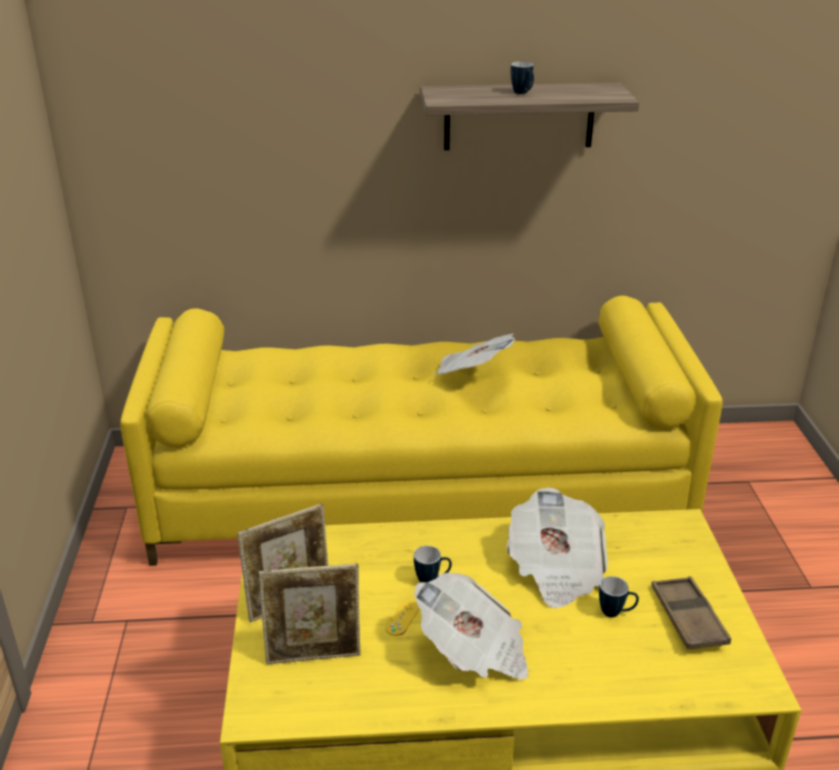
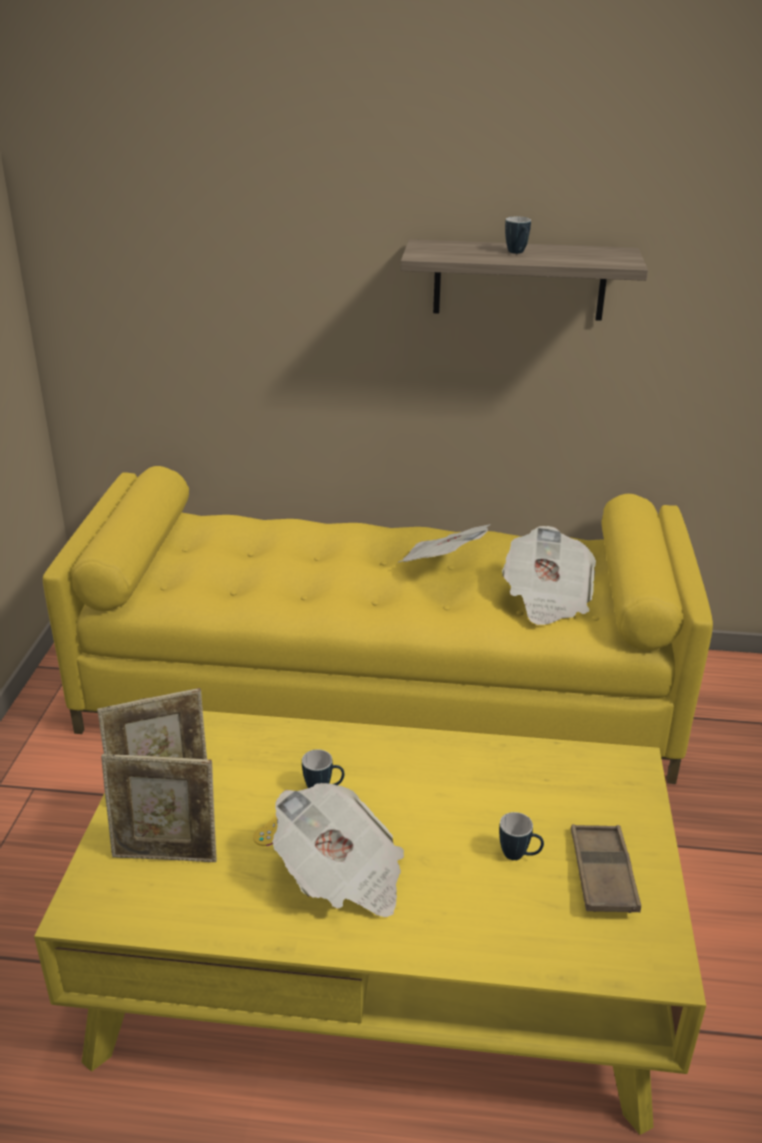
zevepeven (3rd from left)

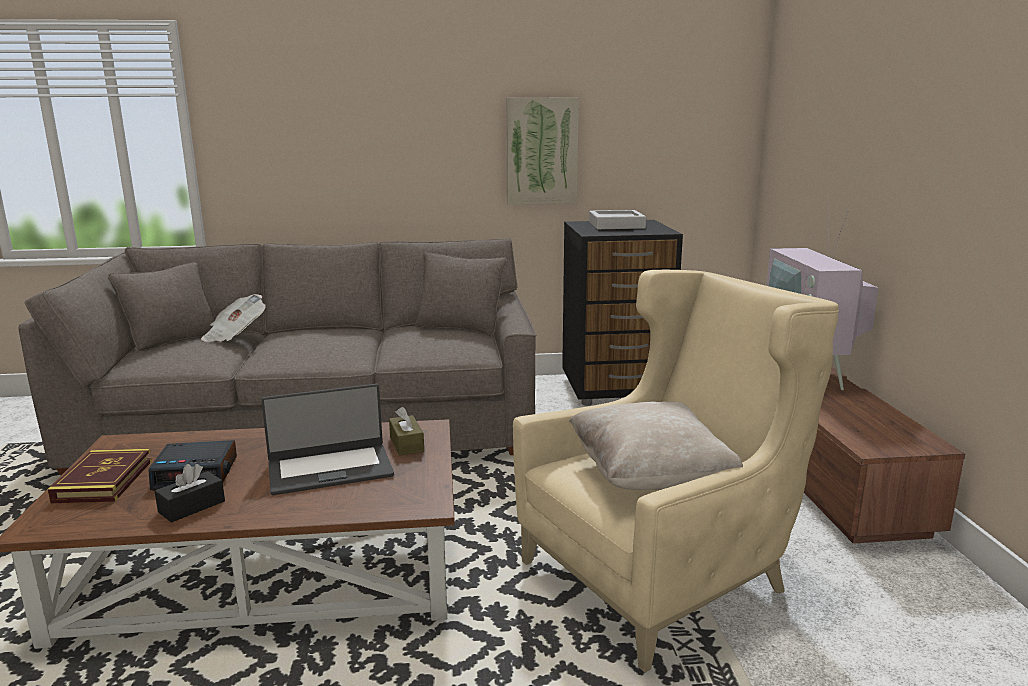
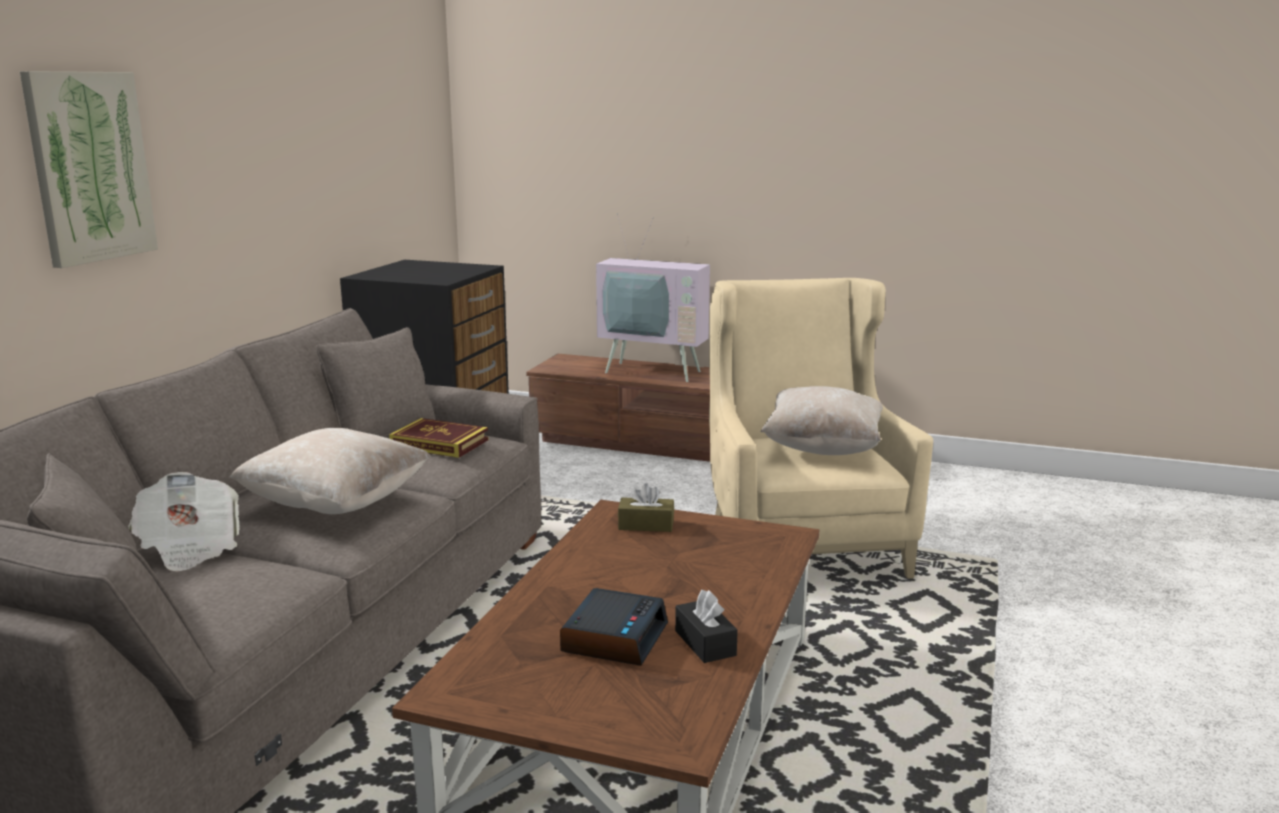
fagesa; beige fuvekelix (1st from left); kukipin; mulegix; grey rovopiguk

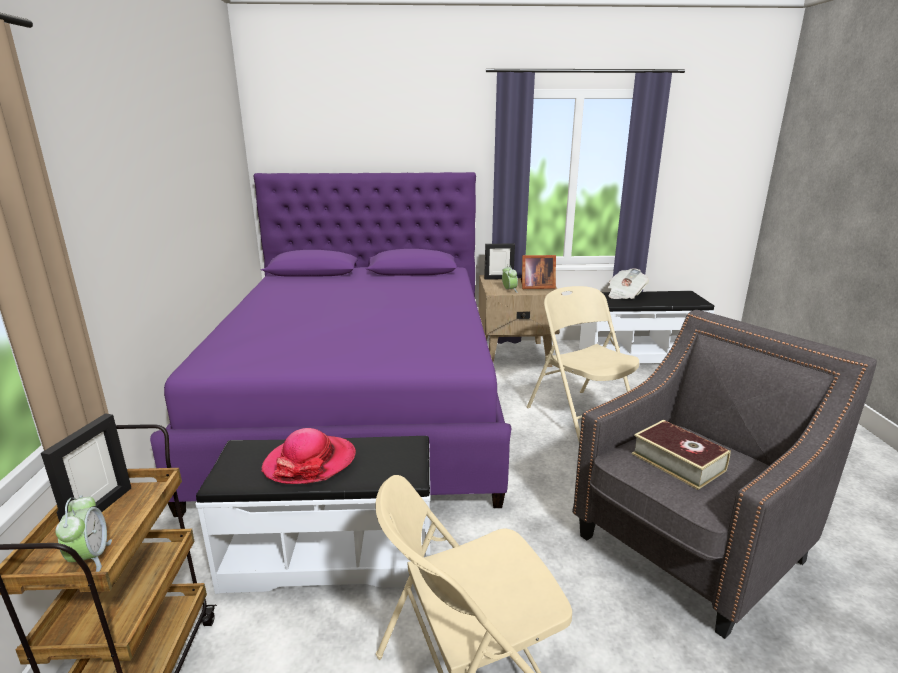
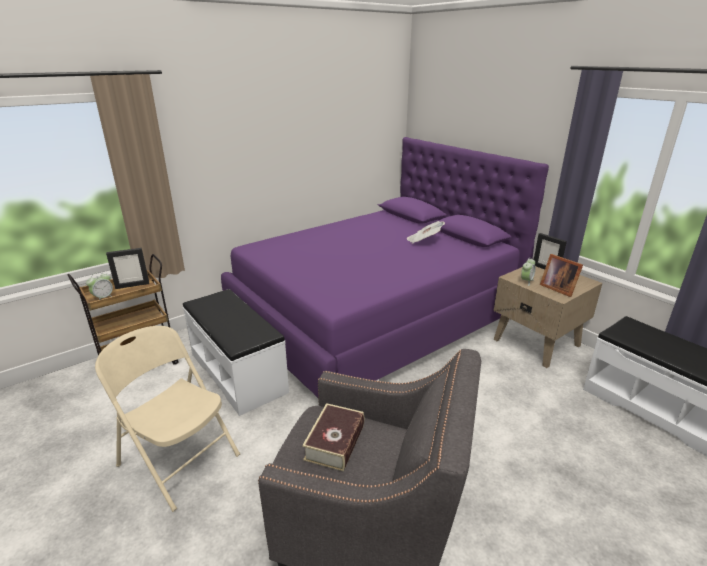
zevepeven; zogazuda; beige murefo (2nd from left in the first image)

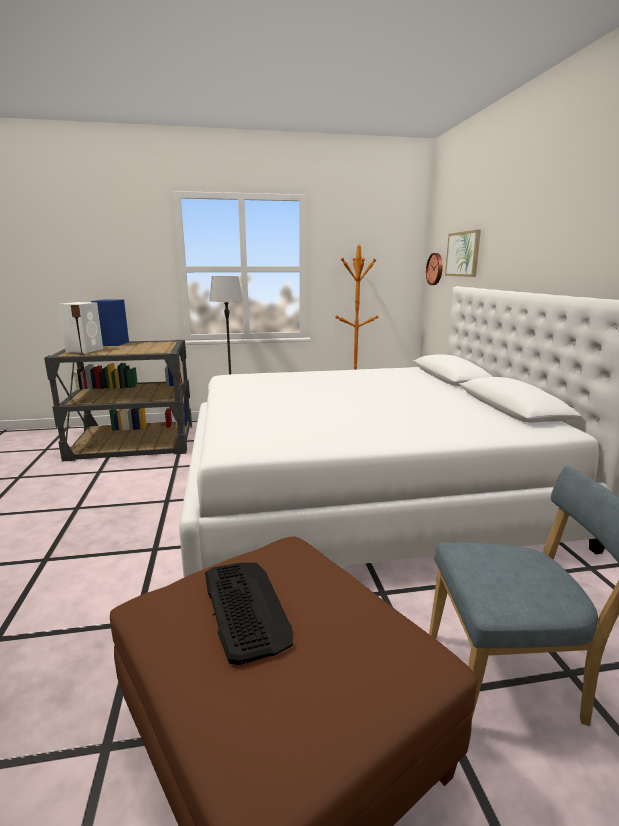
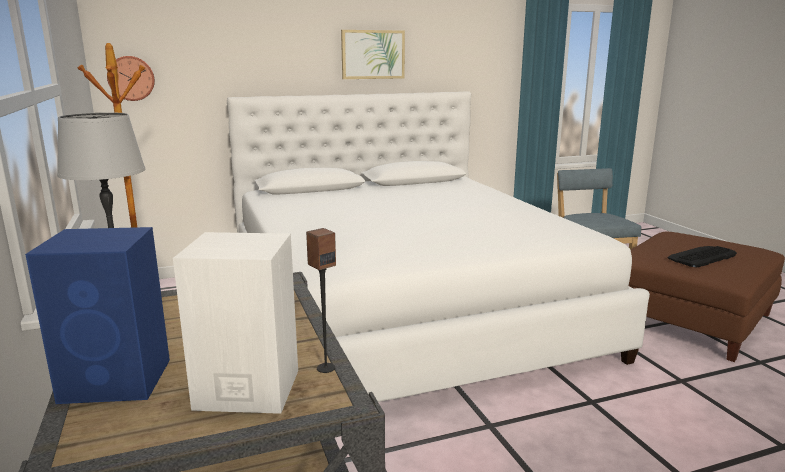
fagesa

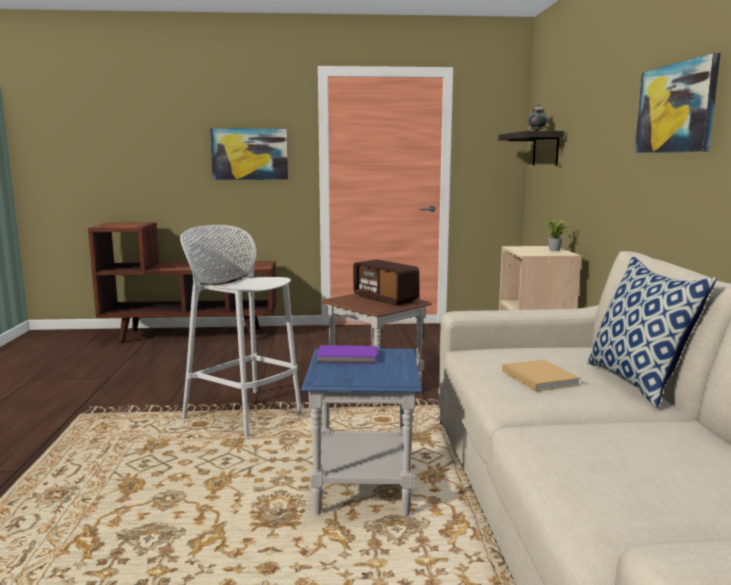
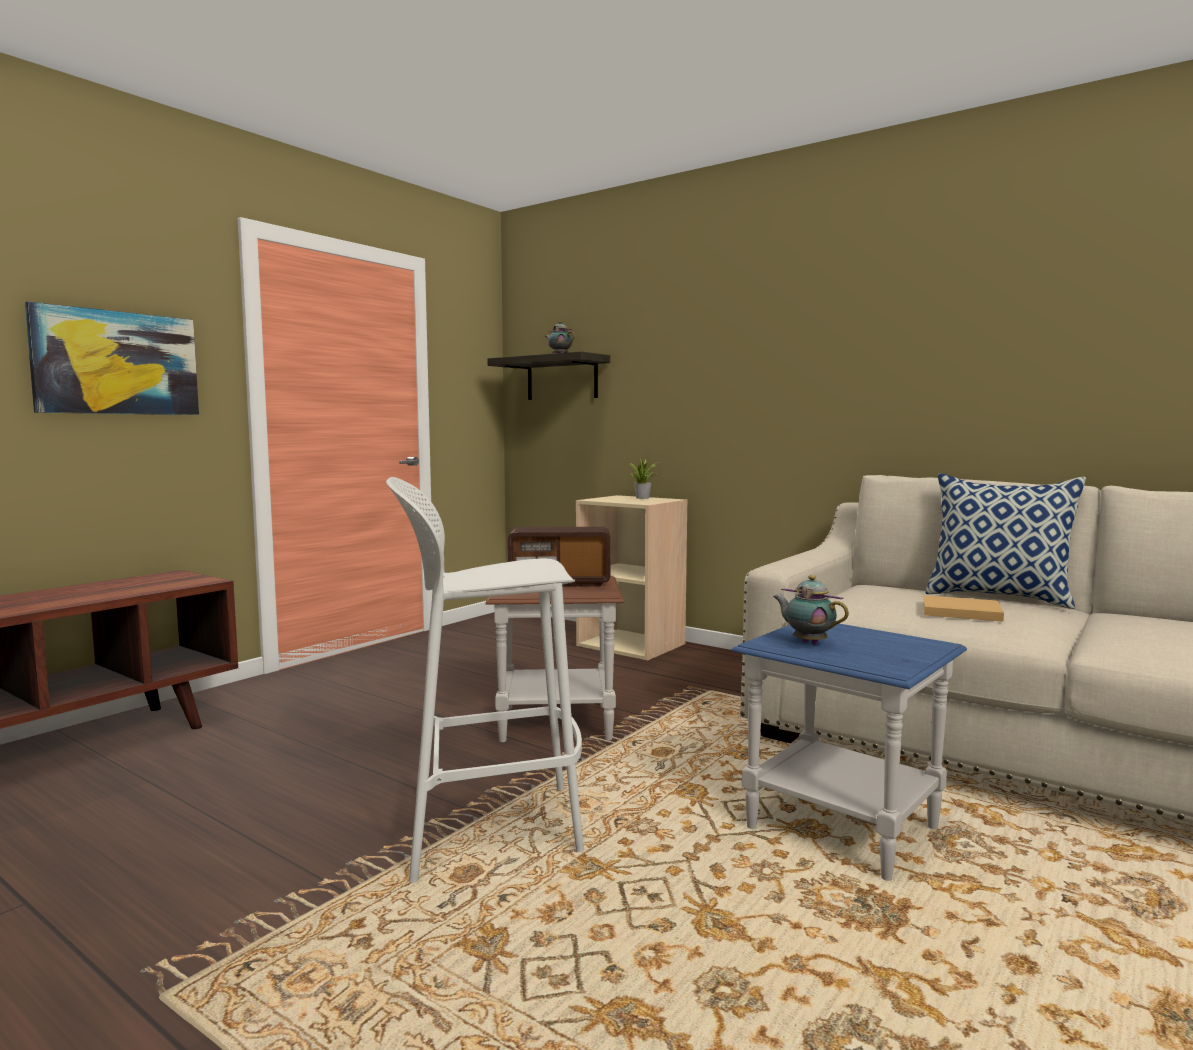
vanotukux (2nd from left); fagesa (2nd from left in the first image)

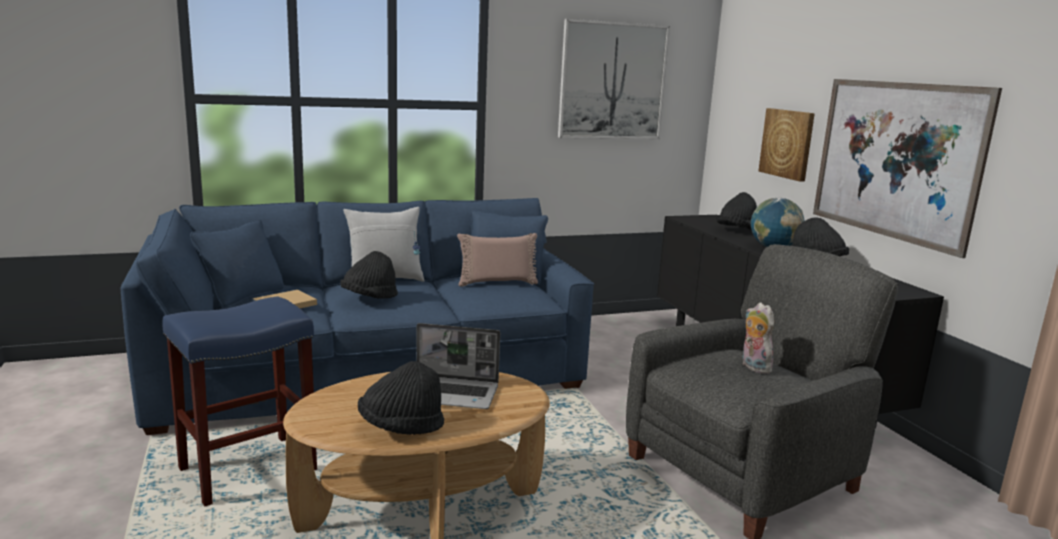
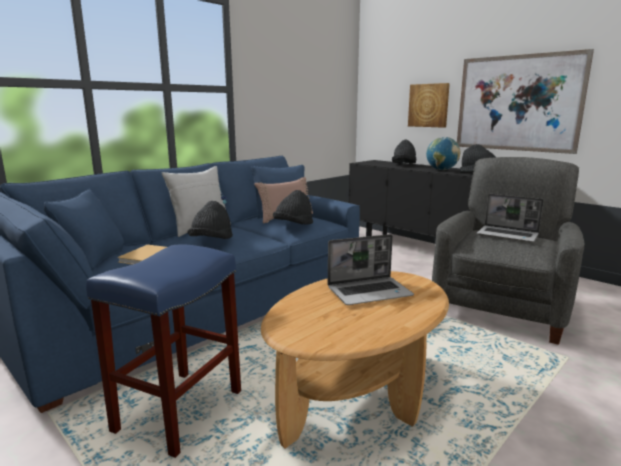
black zogazuda (2nd from left); mulegix (2nd from left); fagesa (1st from left in the first image)

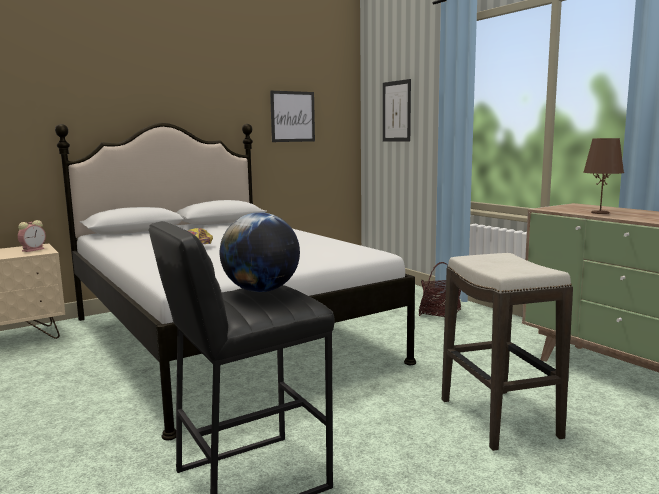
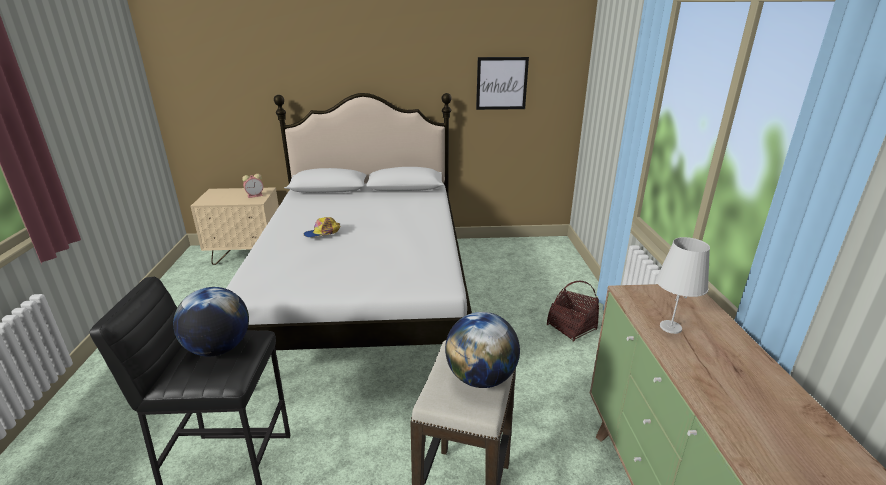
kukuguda (2nd from left); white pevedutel; fagesa (2nd from left in the first image)

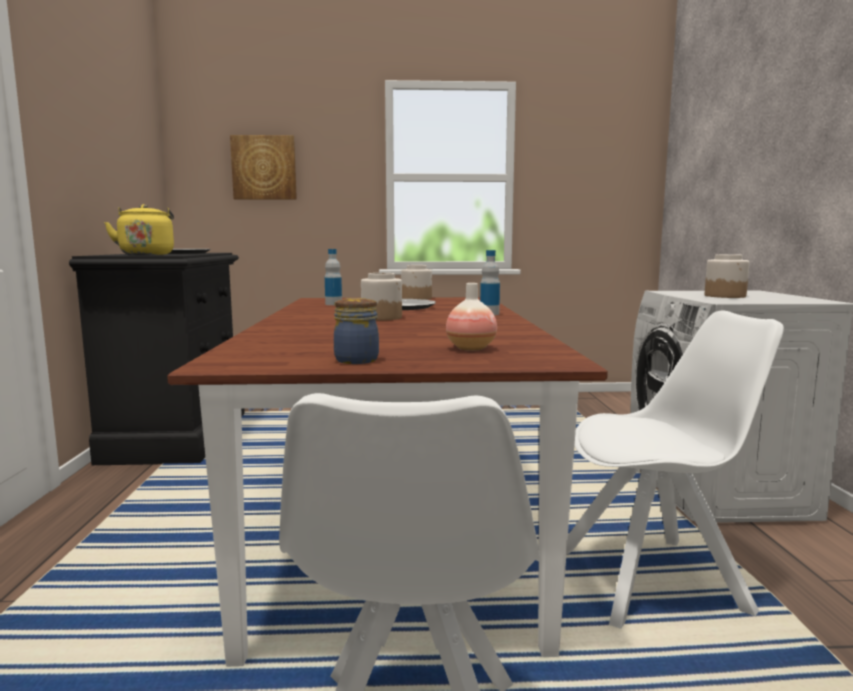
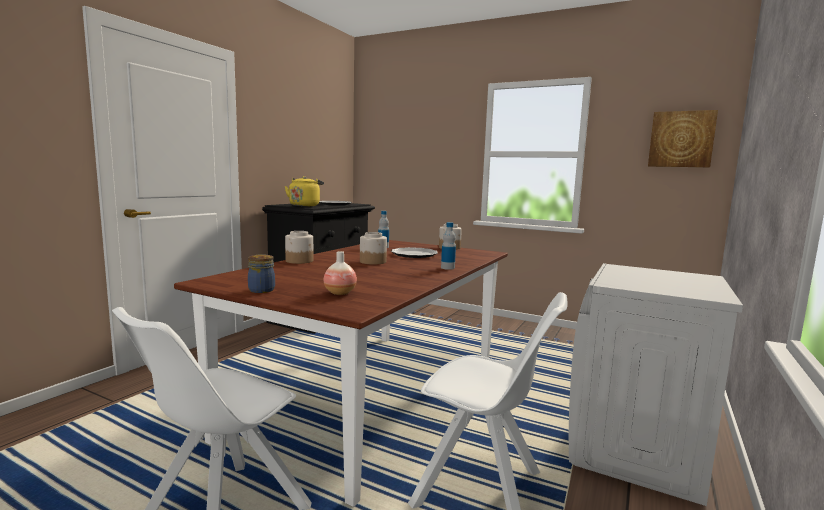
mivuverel (2nd from left); fagesa

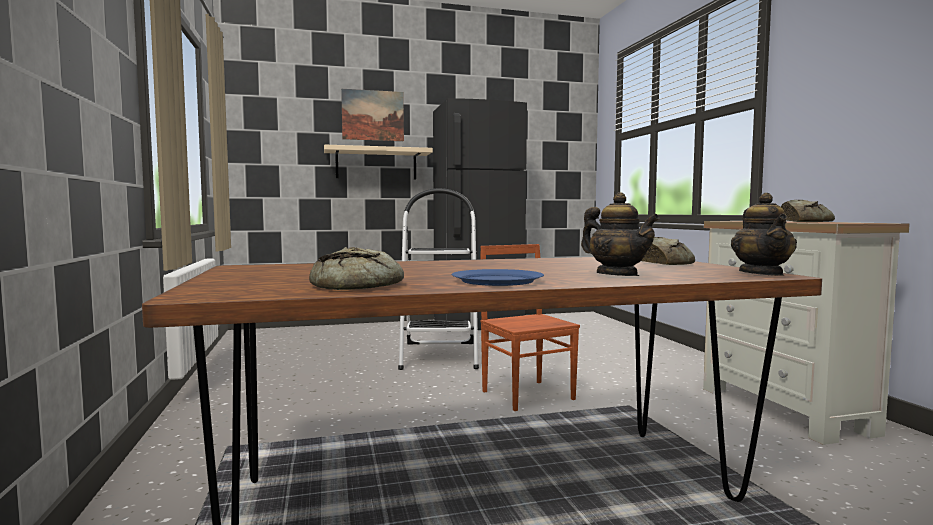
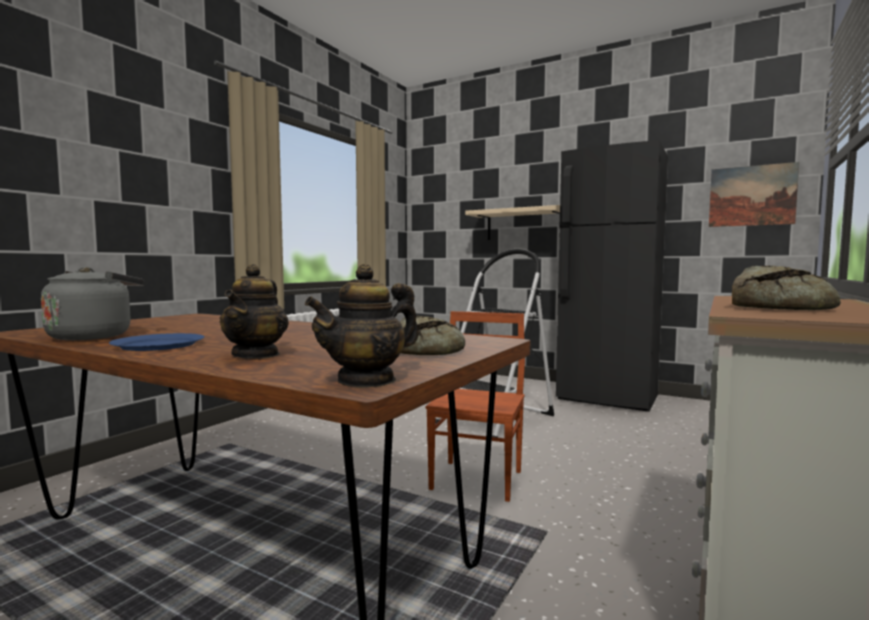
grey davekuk; fagesa

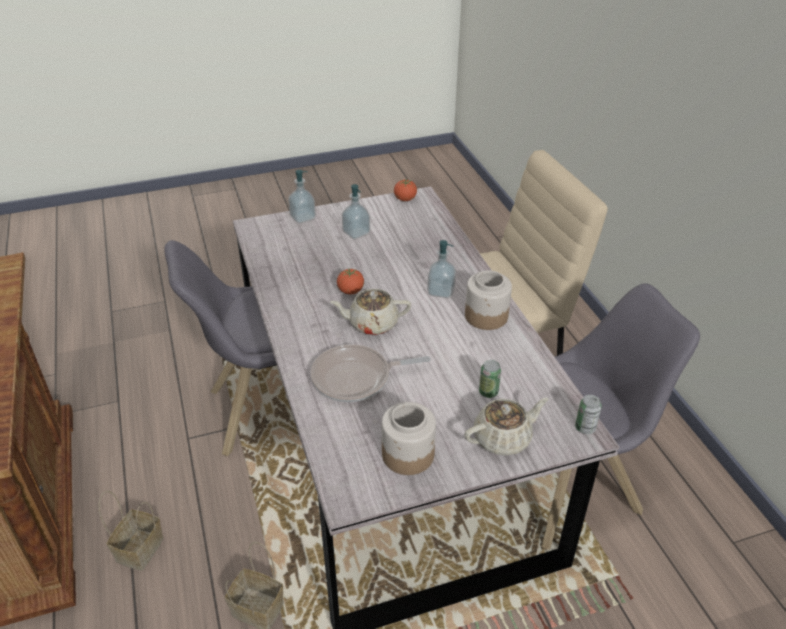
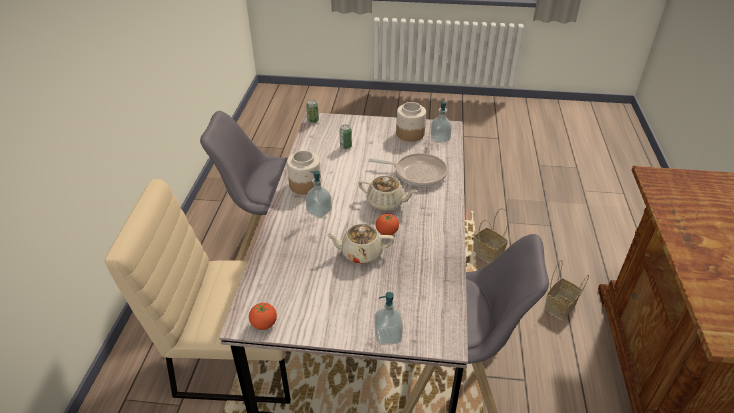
beige vanotukux (1st from left); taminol (3rd from left)

